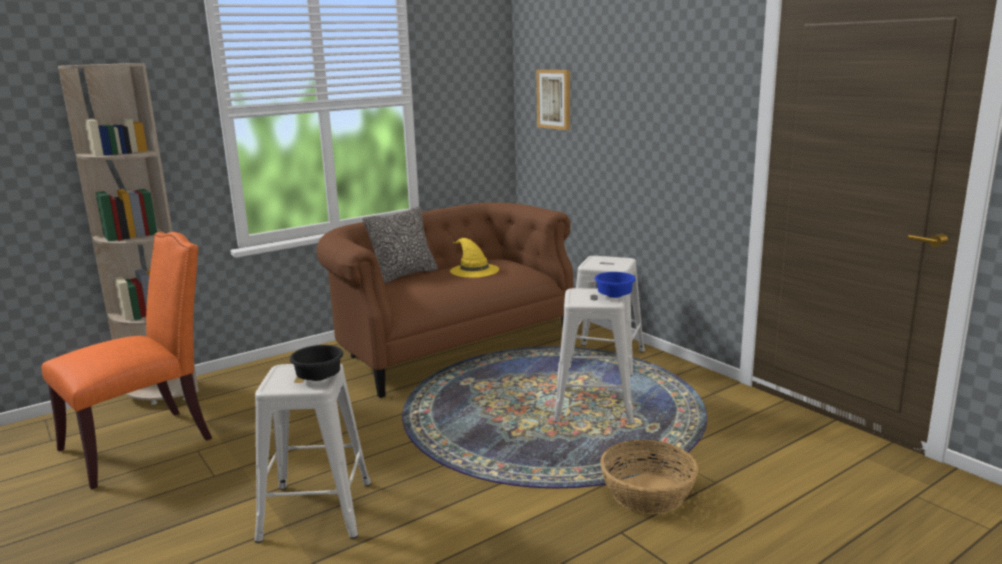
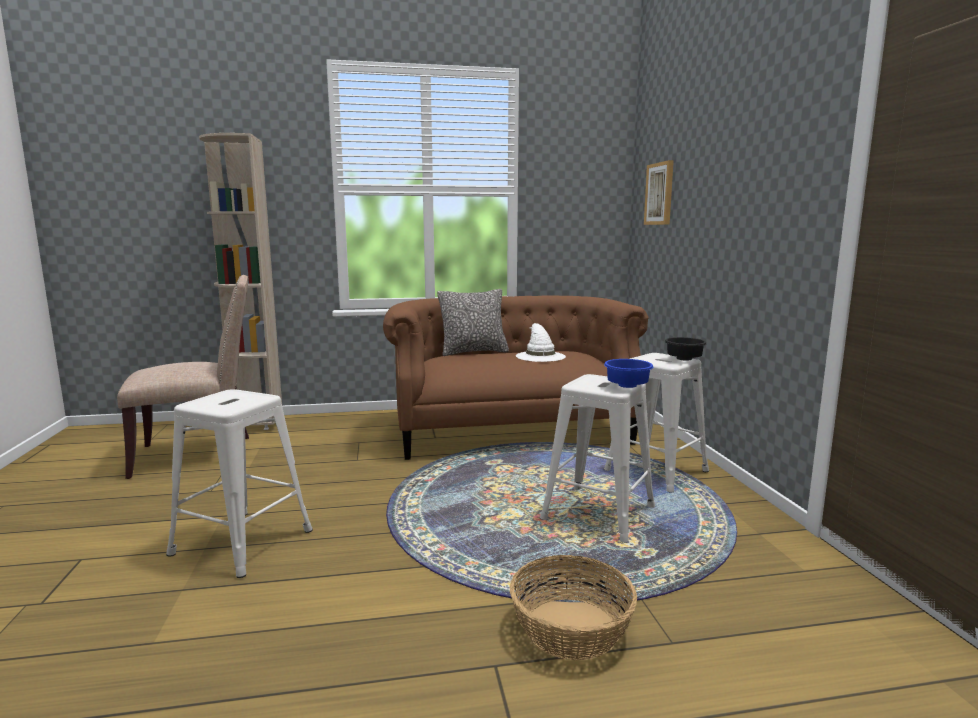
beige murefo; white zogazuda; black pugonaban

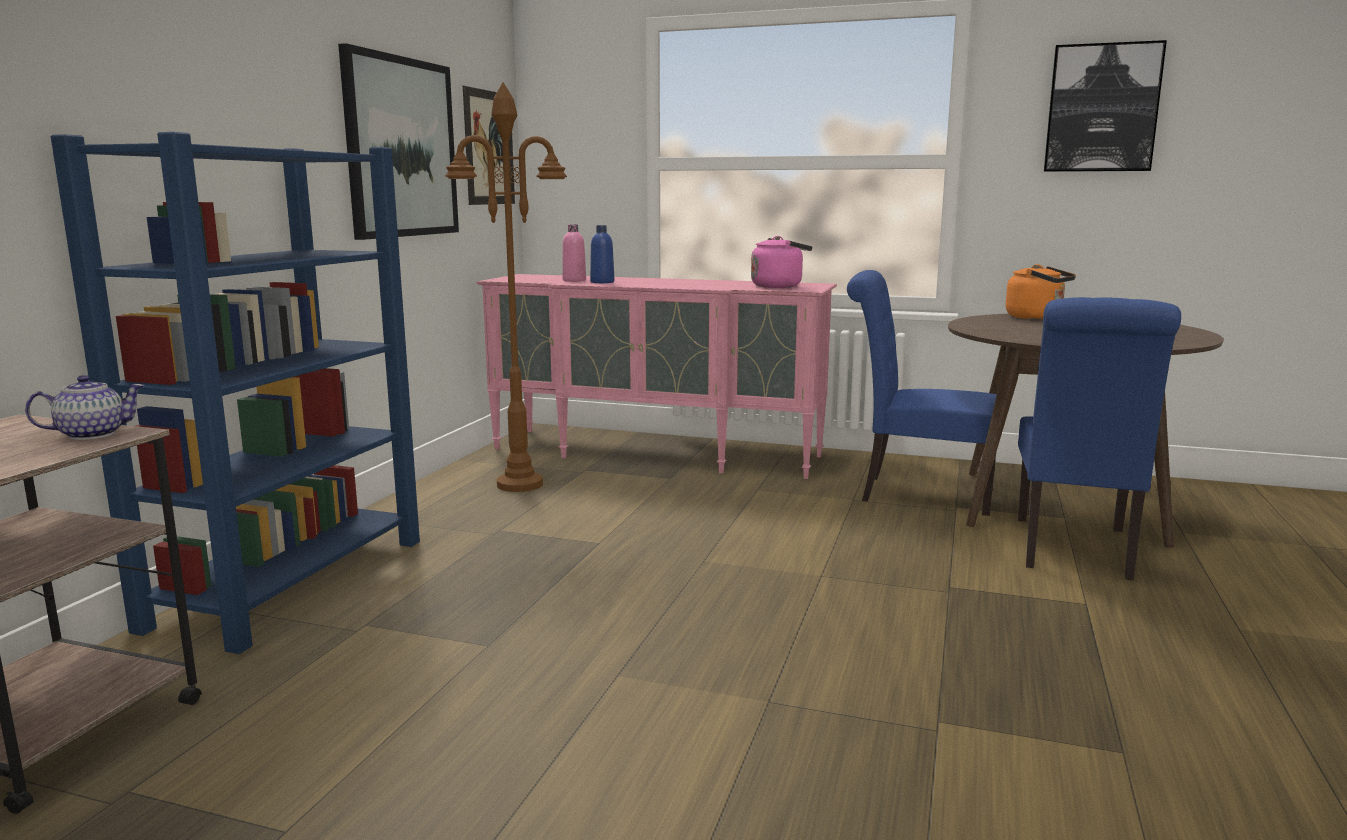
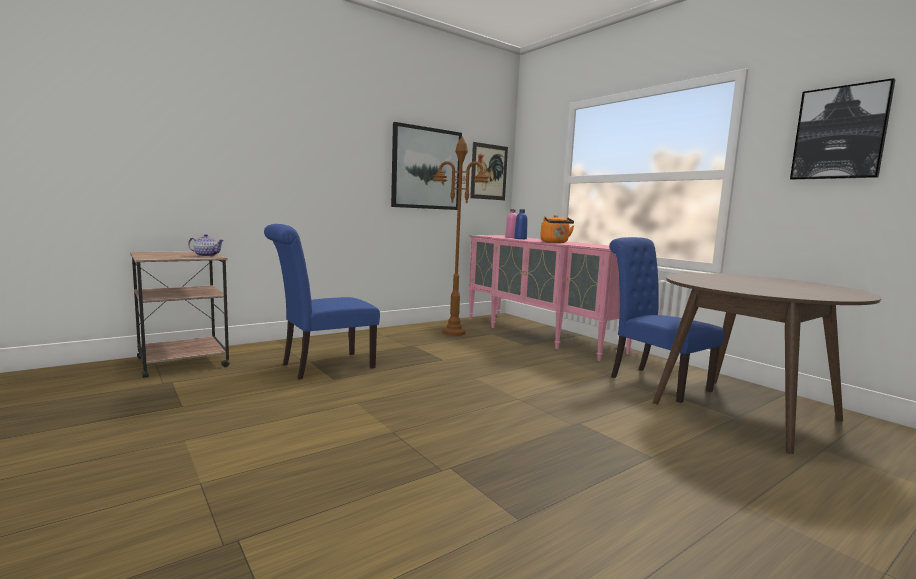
blue murefo (1st from left); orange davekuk; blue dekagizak; pink davekuk

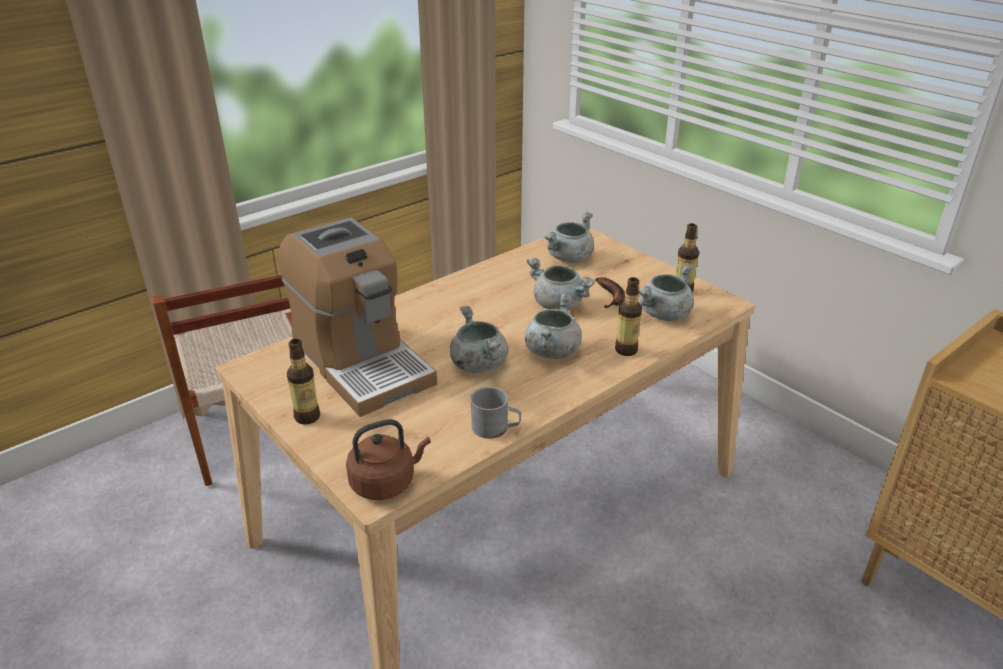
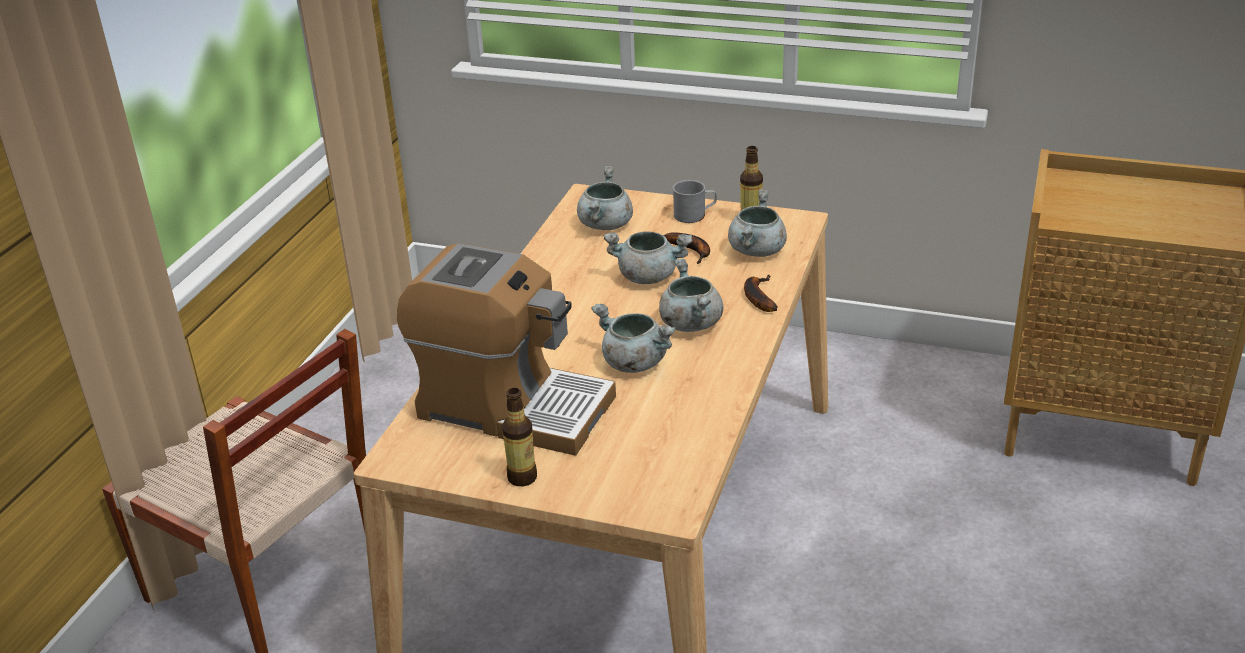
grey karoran; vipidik (2nd from left); brown davekuk

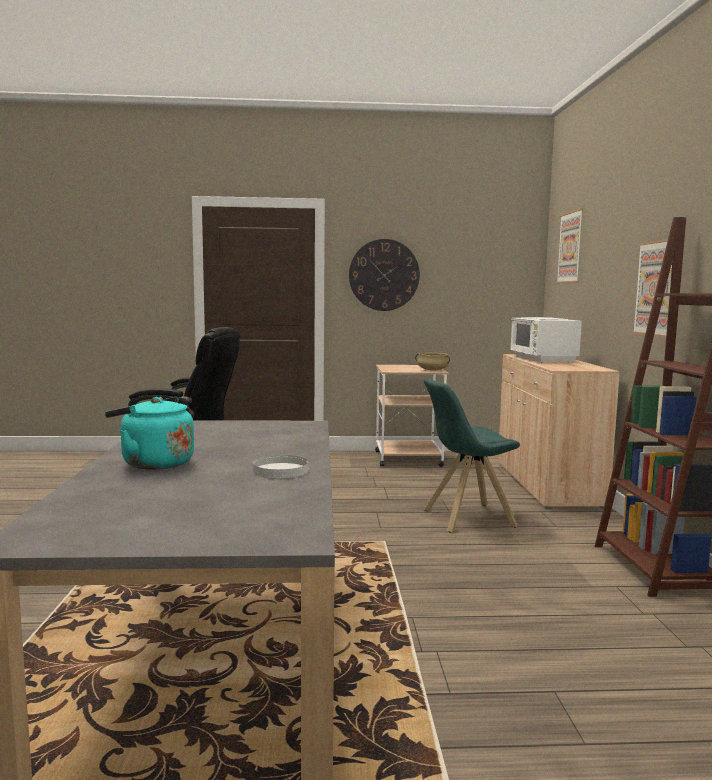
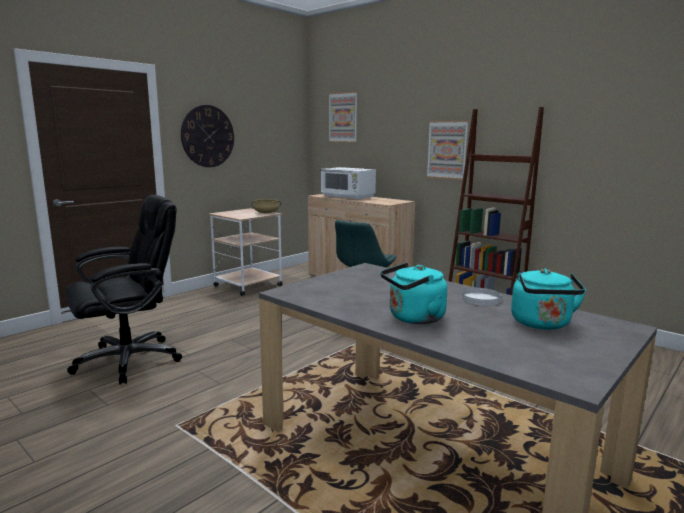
turquoise davekuk (2nd from left)

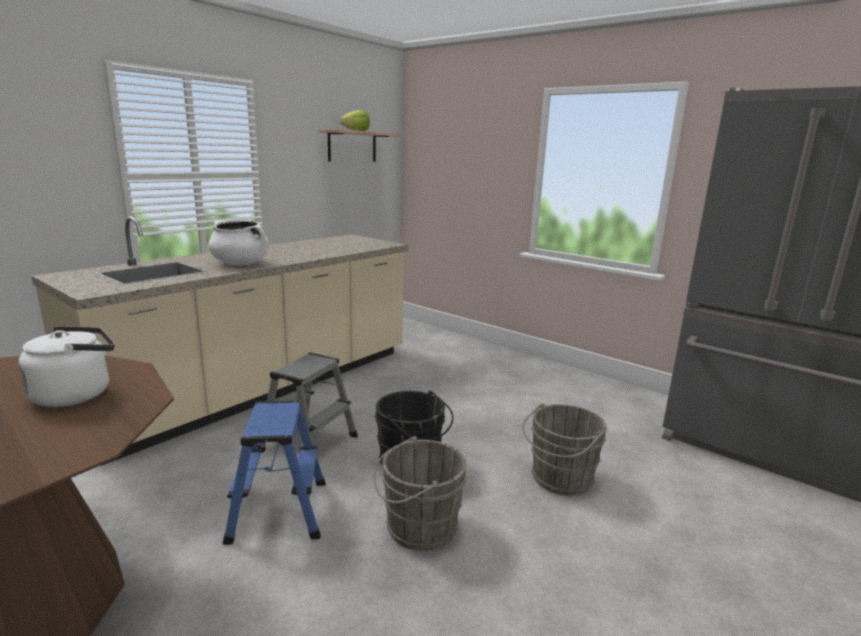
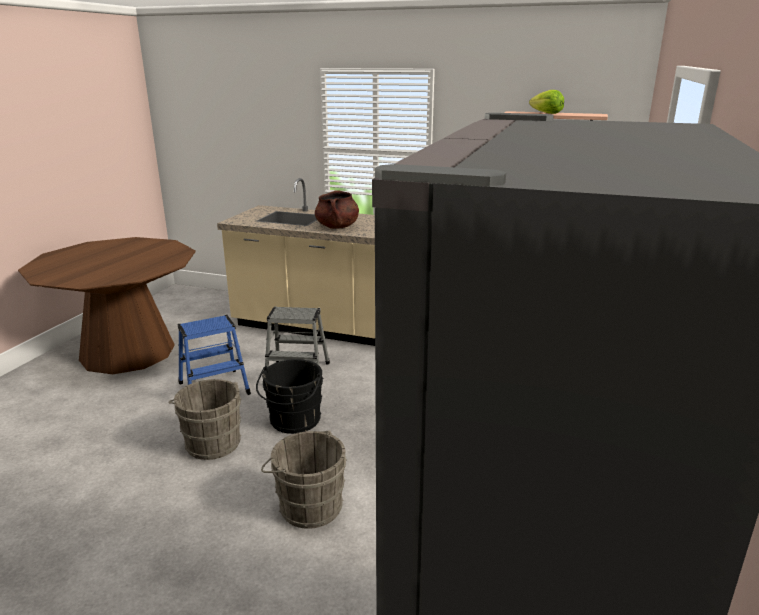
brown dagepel; white davekuk

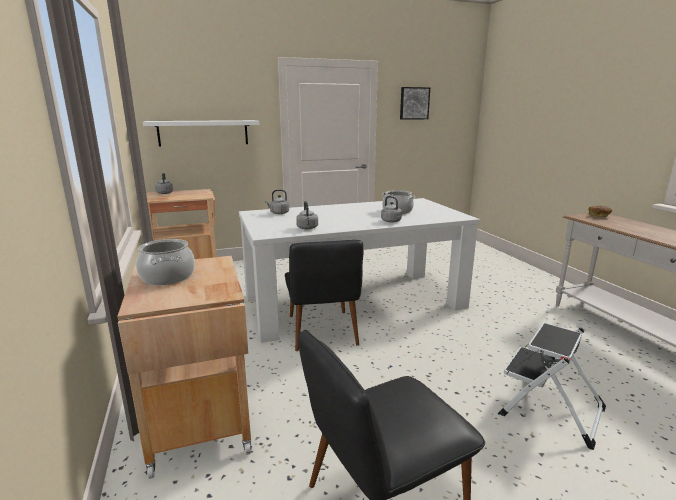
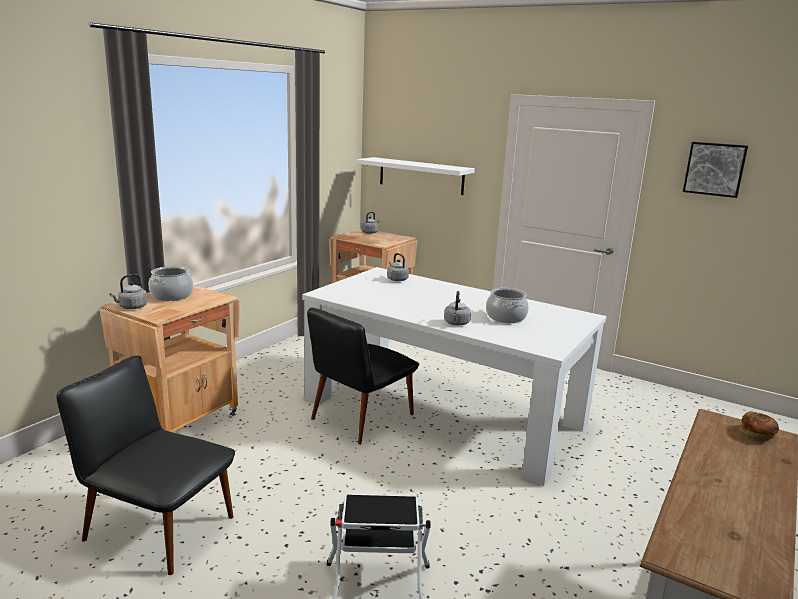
grey davekuk (1st from left)

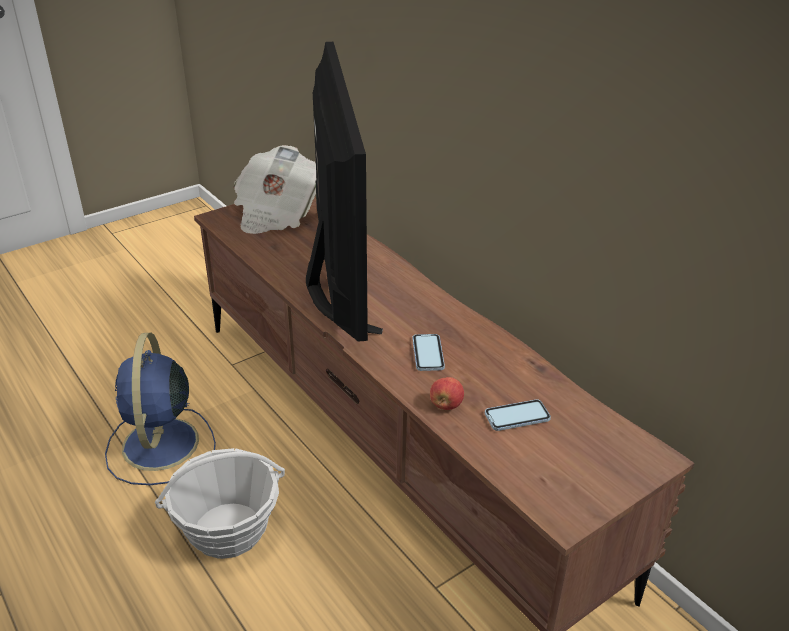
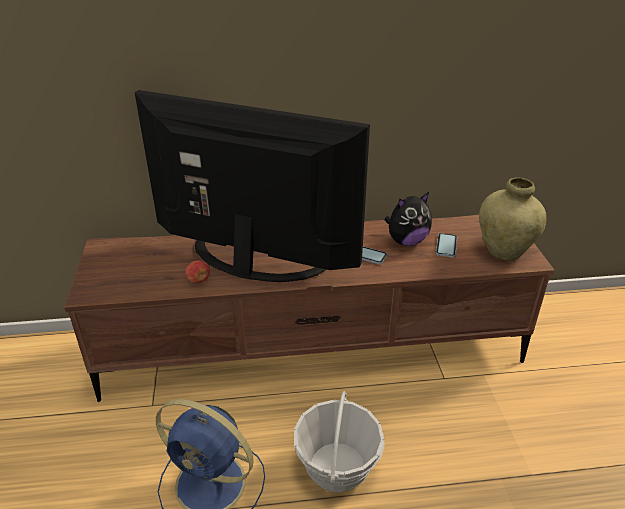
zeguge; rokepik; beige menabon; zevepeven

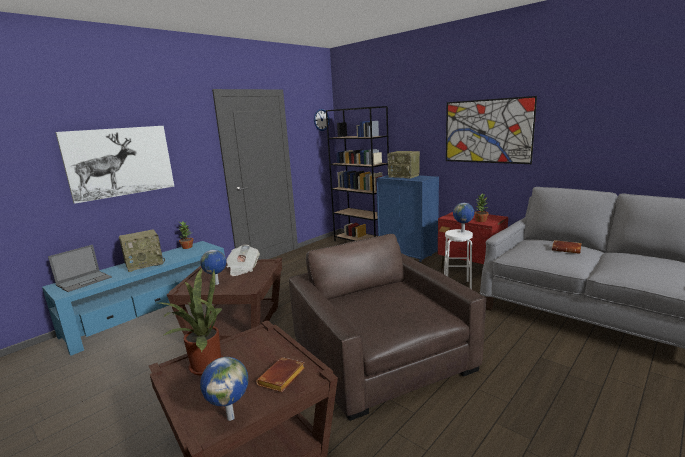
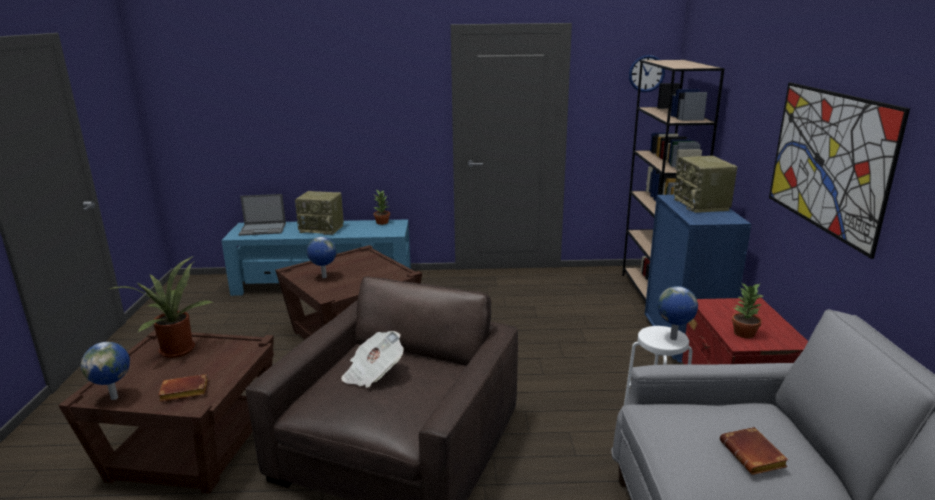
zevepeven; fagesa (1st from left in the first image)

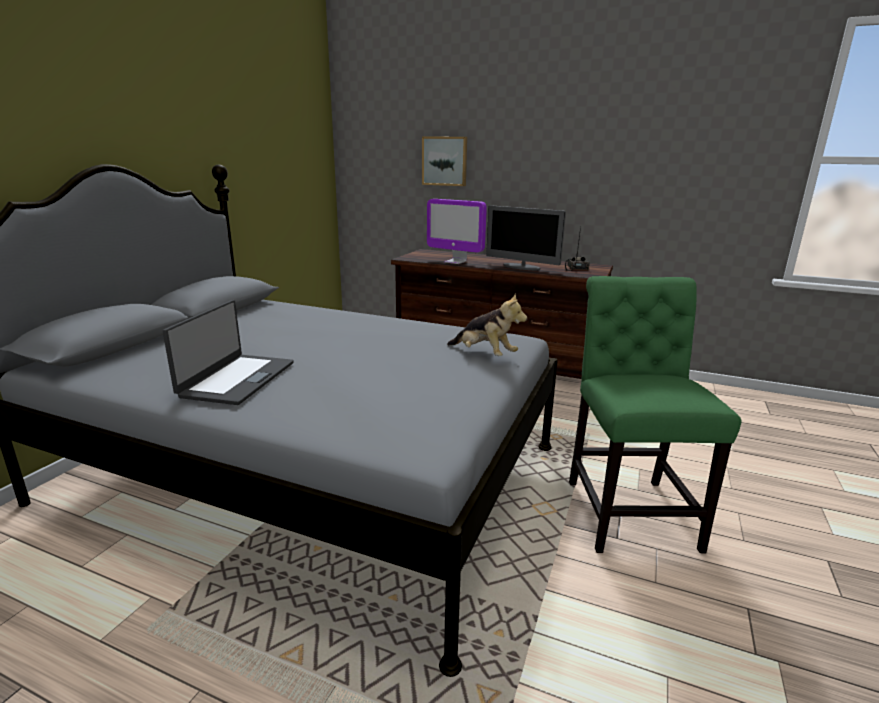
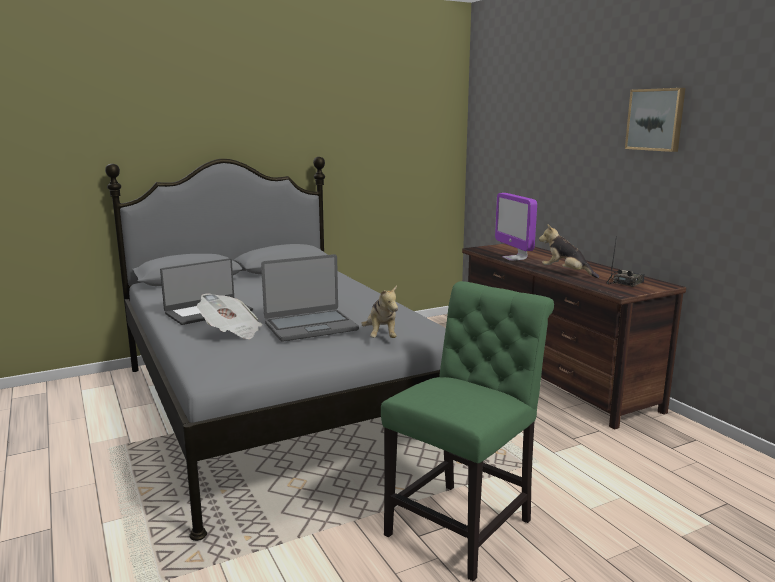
zevepeven; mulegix (2nd from left); rokepik (2nd from left); fagesa

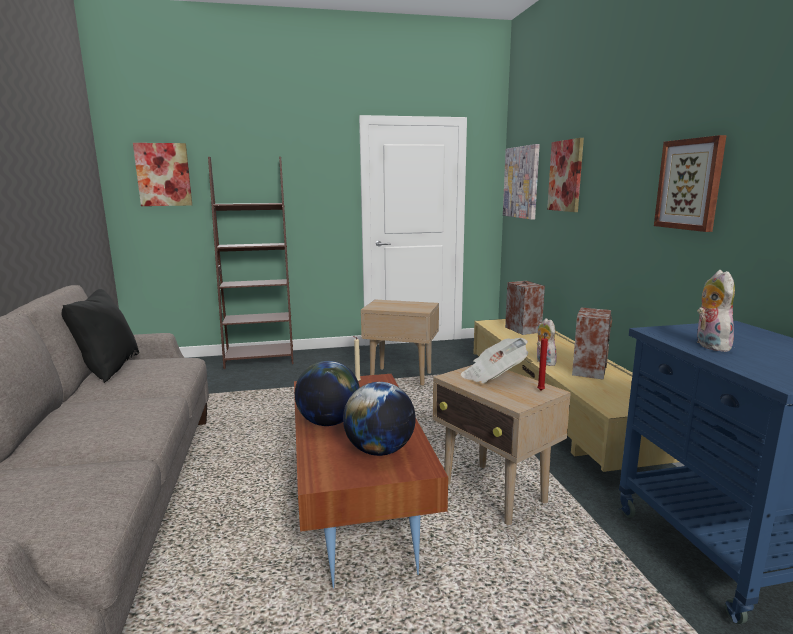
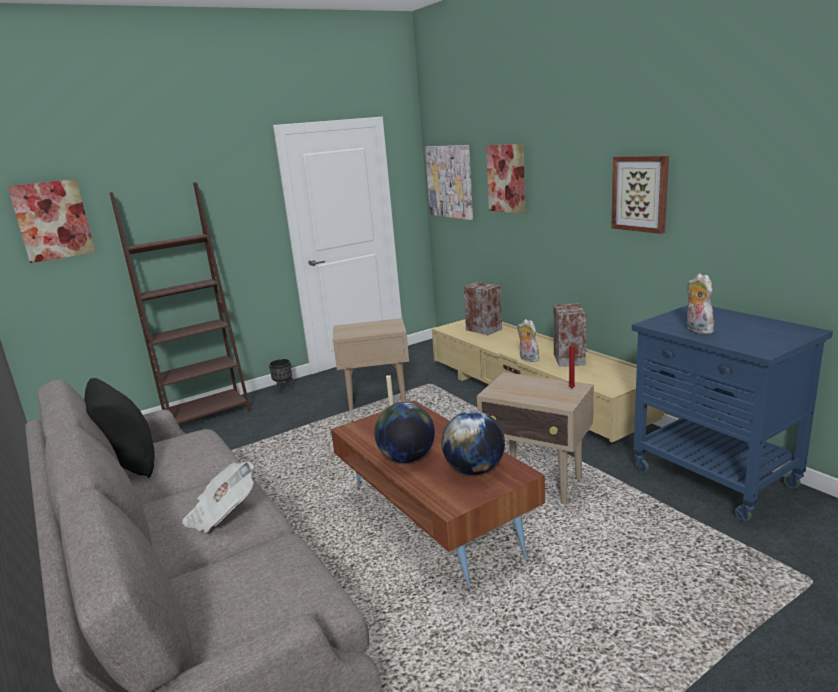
zevepeven; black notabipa

